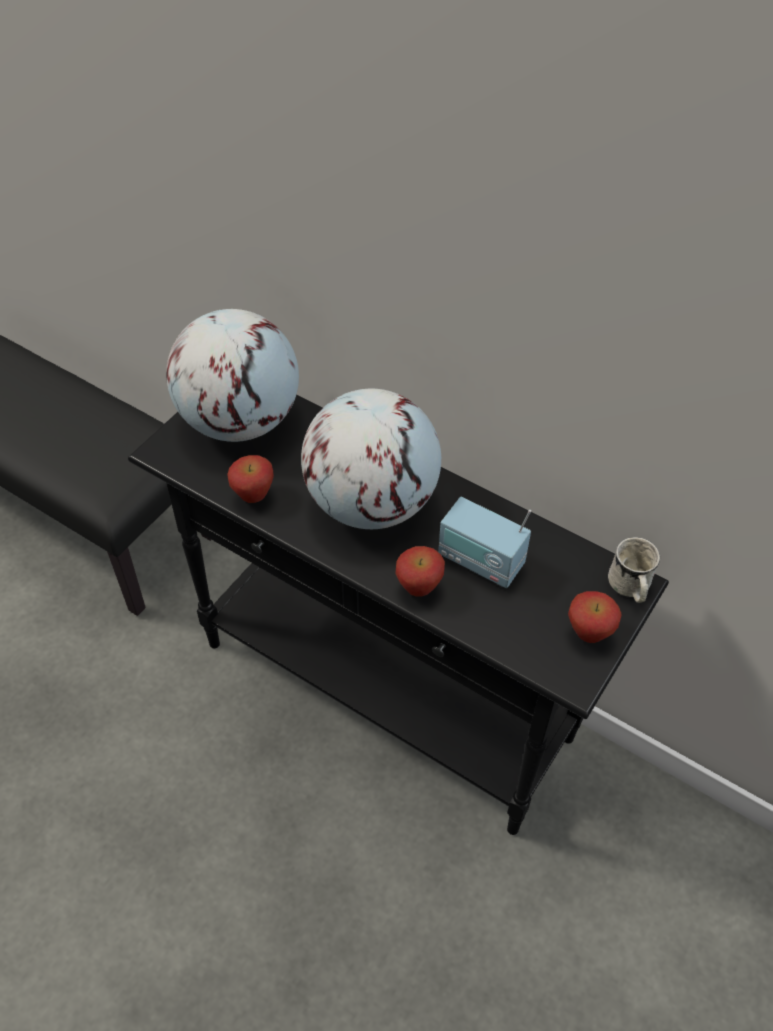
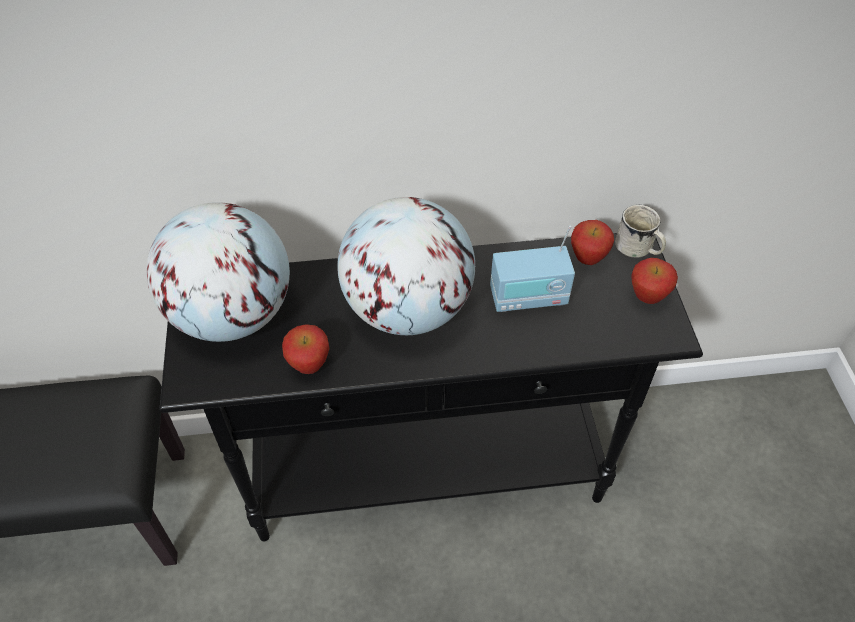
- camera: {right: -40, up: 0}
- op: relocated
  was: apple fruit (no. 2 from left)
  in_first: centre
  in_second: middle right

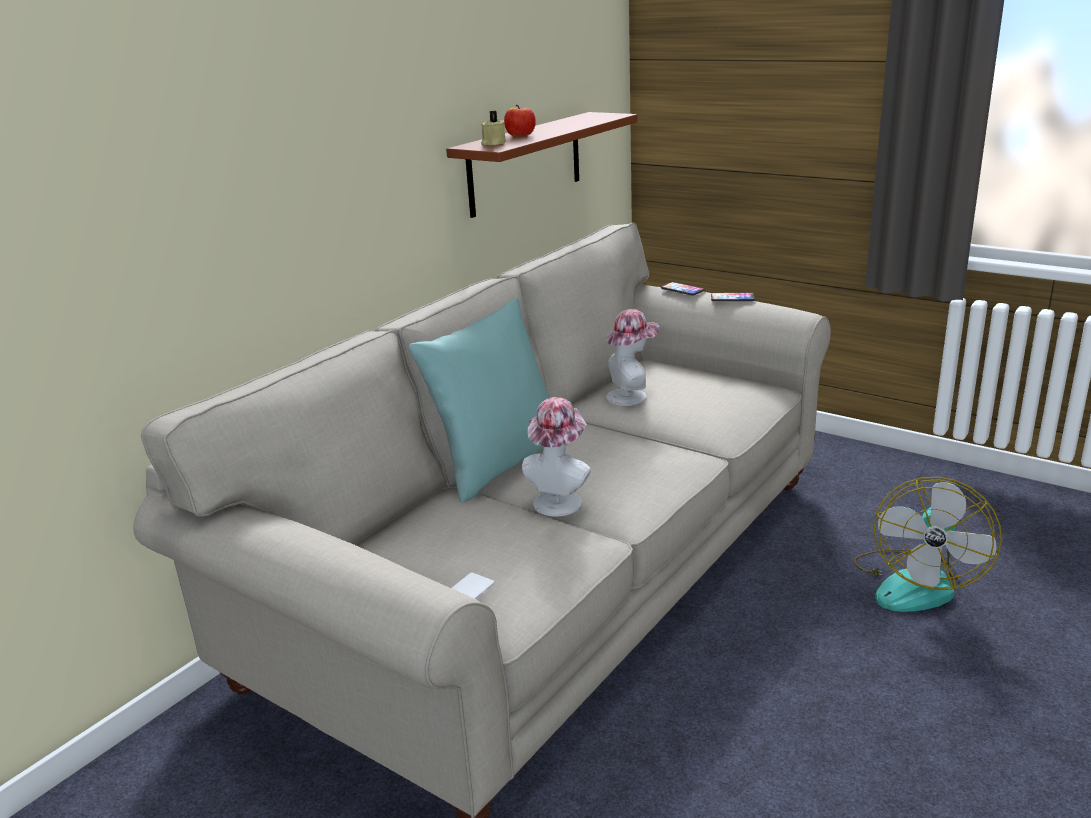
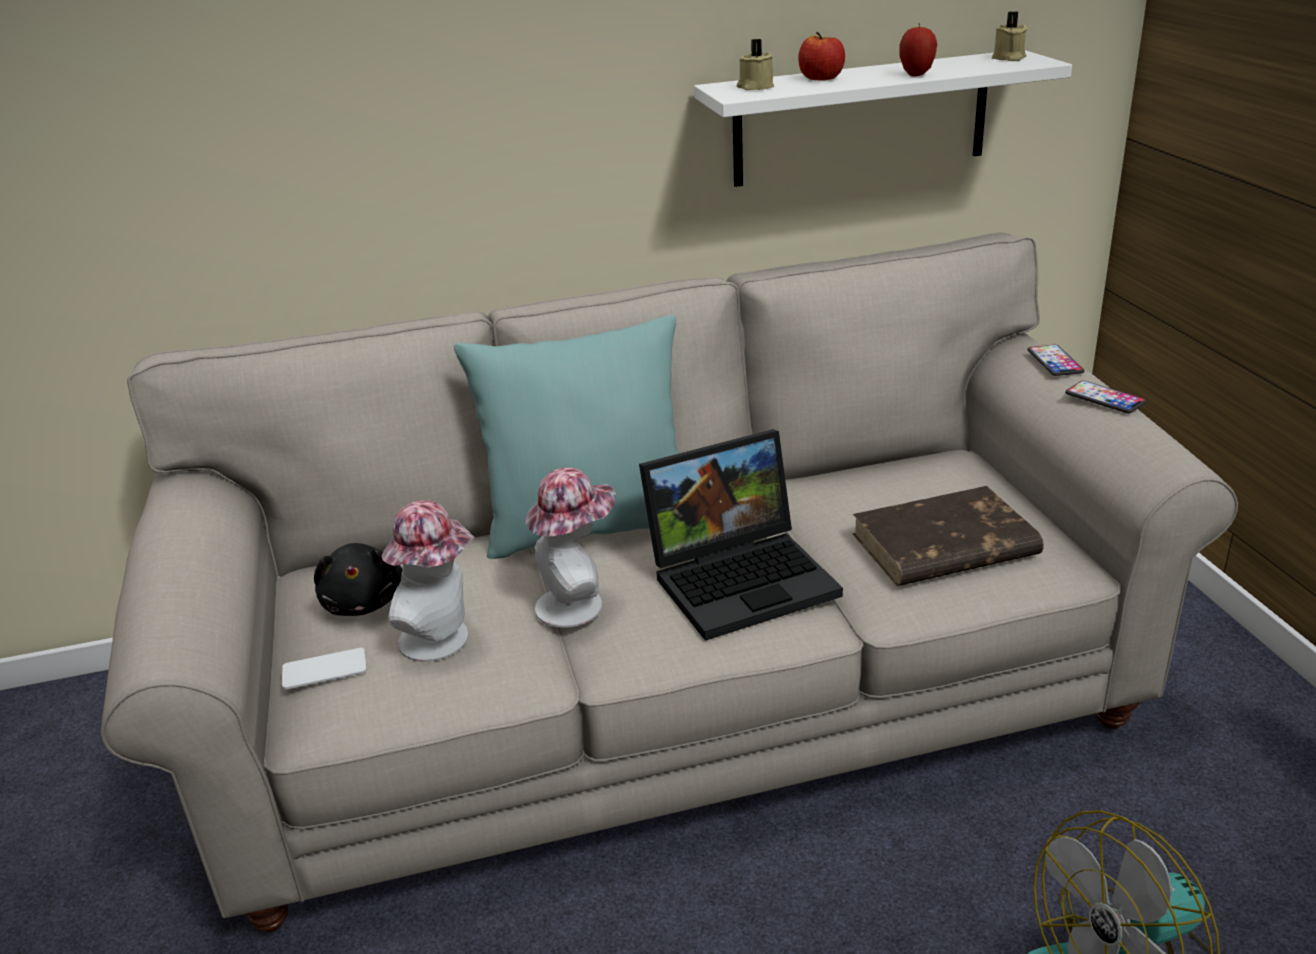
- camera: {right: 40, up: 5}
- op: colour
  was: brown-coloured wall shelf
  now: white-coloured wall shelf
  in_first: top centre
  in_second: top right
- op: relocated
  was: clothing hat (no. 2 from left in the first image)
  now: clothing hat (no. 1 from left)
  in_first: centre
  in_second: middle left
- op: appeared
  now: beige candle (no. 2 from left)
  in_second: top right
- op: appeared
  now: apple fruit (no. 2 from left)
  in_second: top right
- op: appeared
  now: notebook computer
  in_second: centre
- op: appeared
  now: brown-coloured book
  in_second: middle right
- op: appeared
  now: black-coloured plush toy
  in_second: middle left

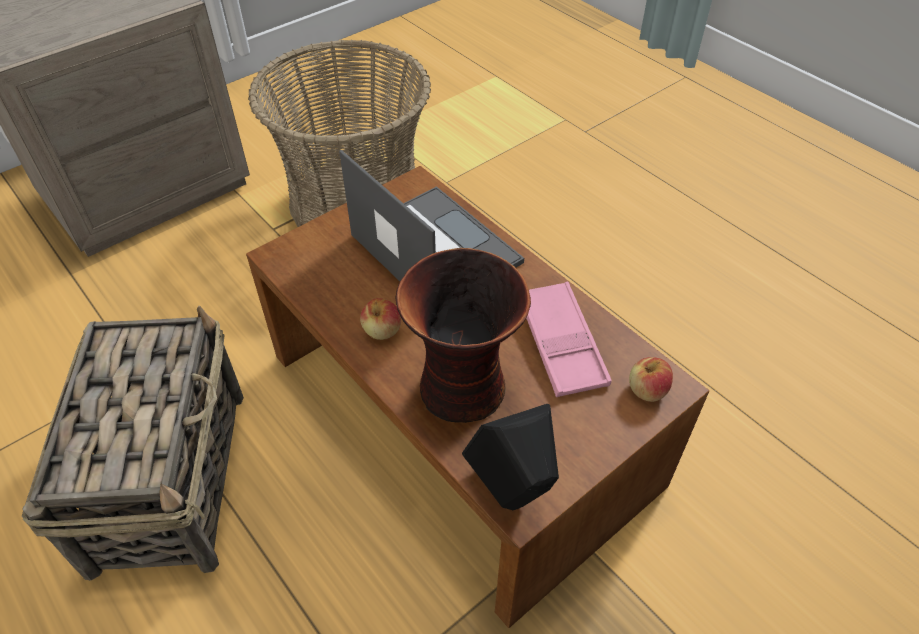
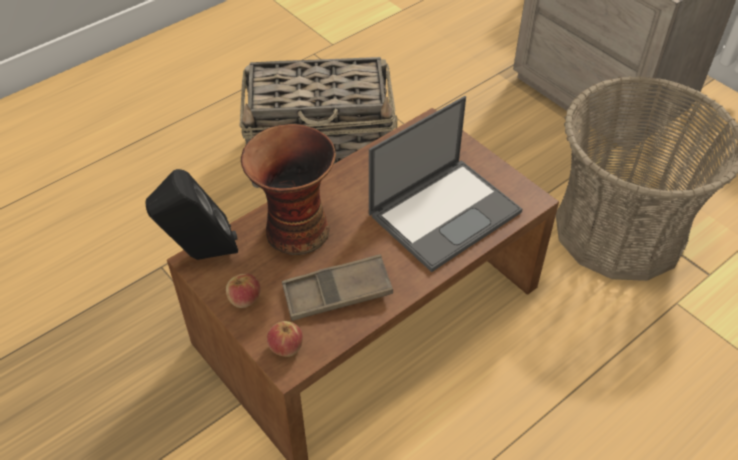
- camera: {right: 90, up: 0}
- op: colour
  was: pinkish carrying tray
  now: brown-coloured carrying tray
  in_first: centre
  in_second: centre
- op: relocated
  was: apple fruit (no. 1 from left)
  in_first: centre
  in_second: middle left

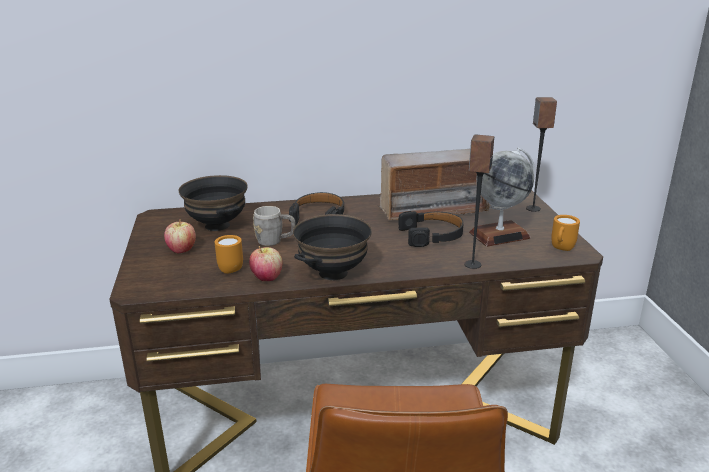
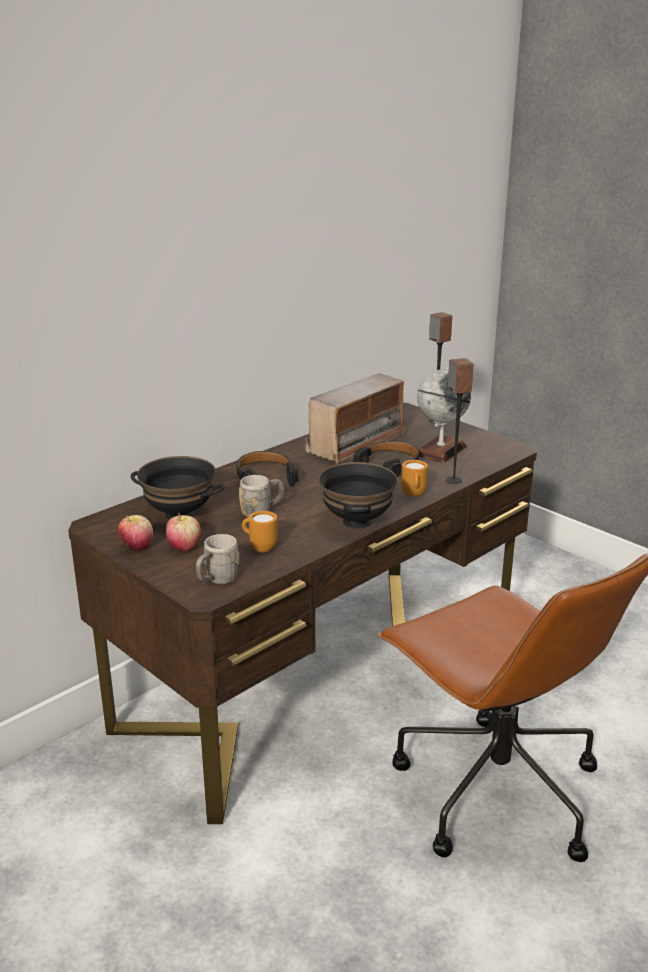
- camera: {right: -35, up: 0}
- op: relocated
  was: orange-coloured tea mug (no. 2 from left)
  in_first: middle right
  in_second: centre
- op: relocated
  was: apple fruit (no. 2 from left in the first image)
  now: apple fruit (no. 1 from left)
  in_first: centre
  in_second: middle left
- op: appeared
  now: gray tea mug (no. 1 from left)
  in_second: centre

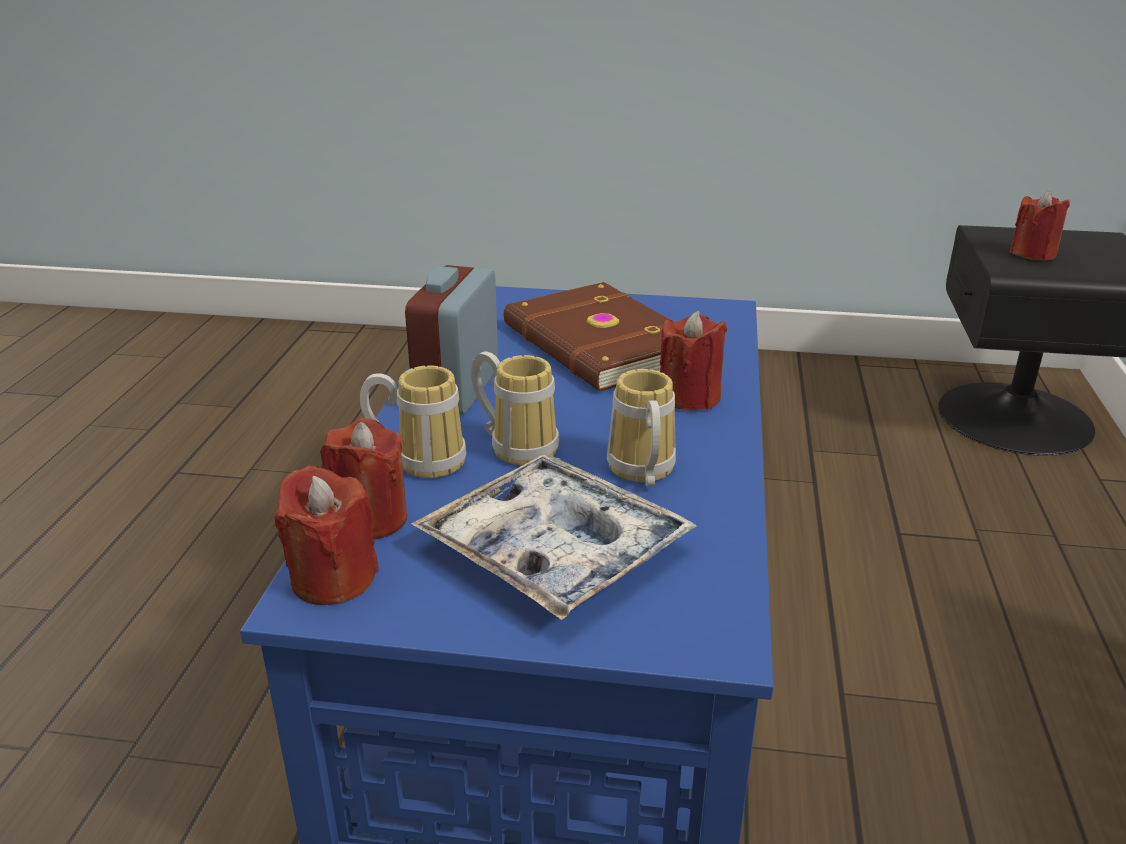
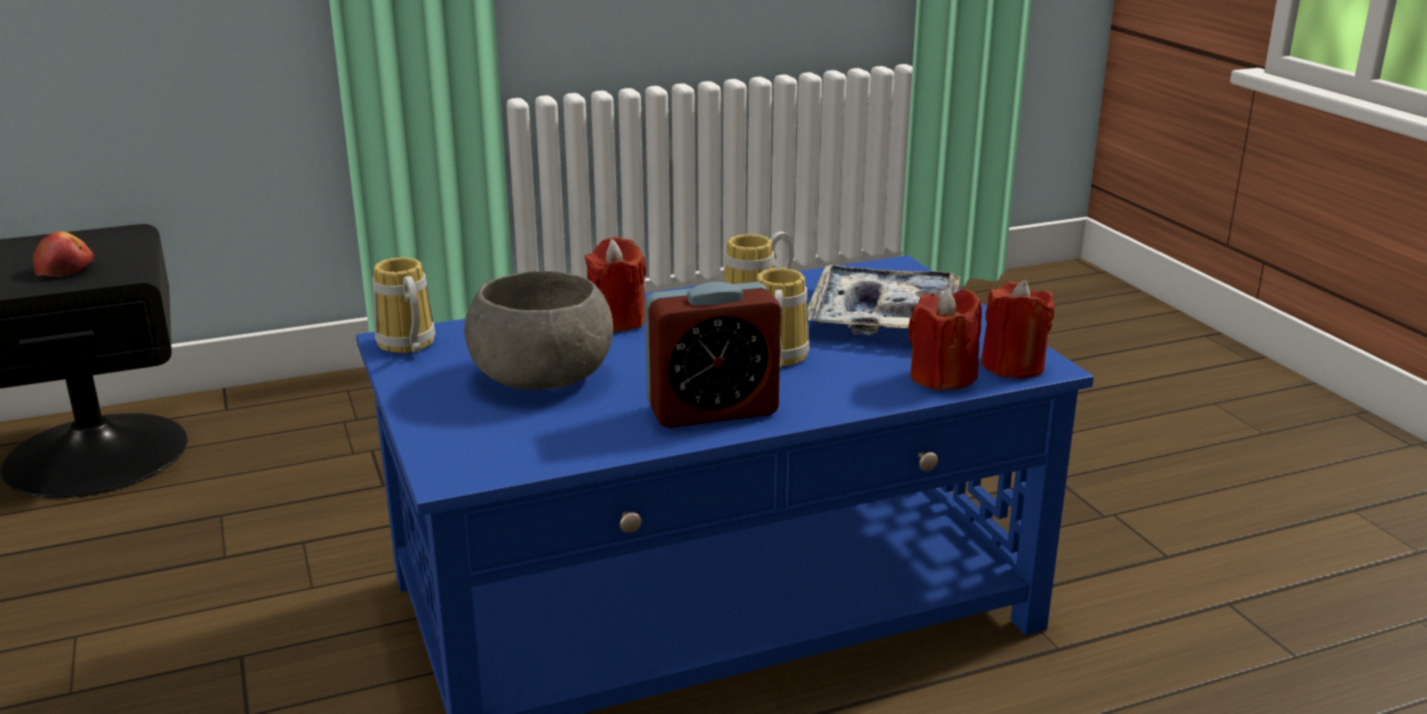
- camera: {right: -120, up: -5}
- op: exchanged
  was: red-coloured candle (no. 4 from left)
  now: apple fruit
  in_first: top right
  in_second: middle left
- op: exchanged
  was: brown-coloured book
  now: gray serving bowl
  in_first: centre
  in_second: centre
- op: relocated
  was: tea mug (no. 1 from left)
  in_first: centre
  in_second: middle left

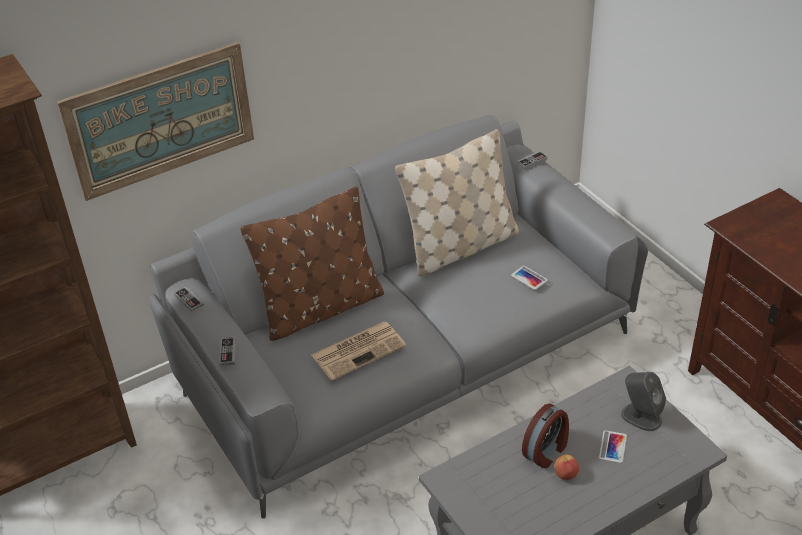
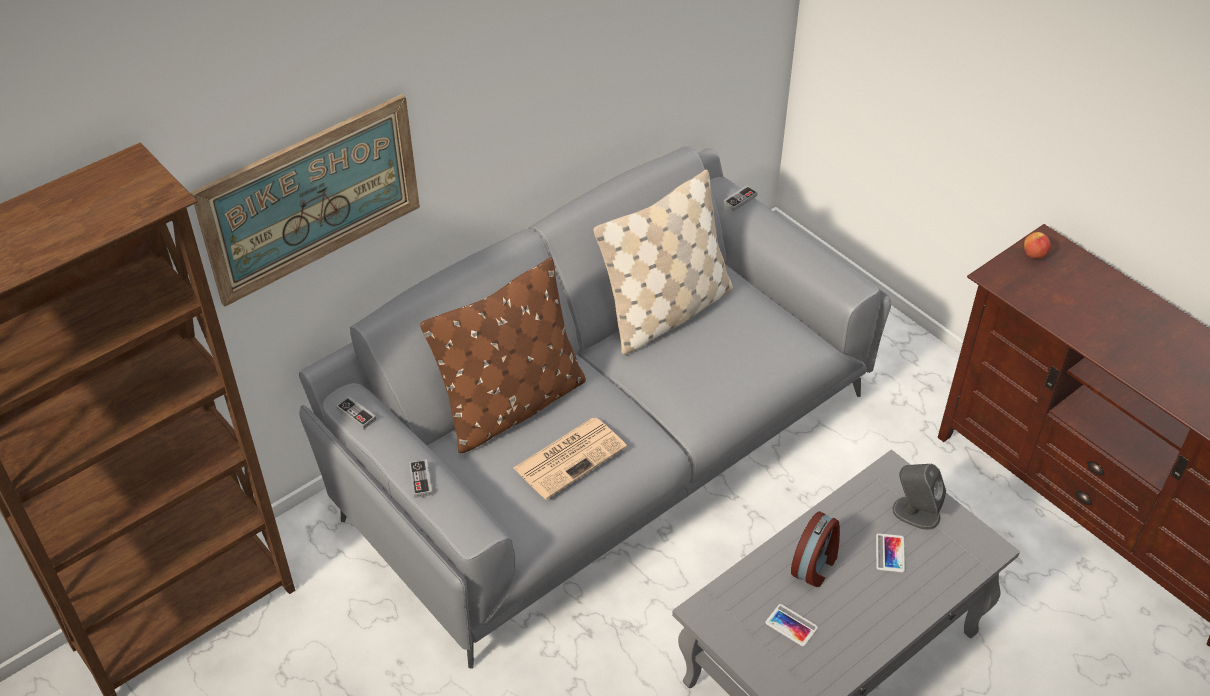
- camera: {right: -10, up: 5}
- op: relocated
  was: telephone (no. 1 from left)
  in_first: centre
  in_second: bottom centre
- op: relocated
  was: apple fruit
  in_first: bottom right
  in_second: middle right

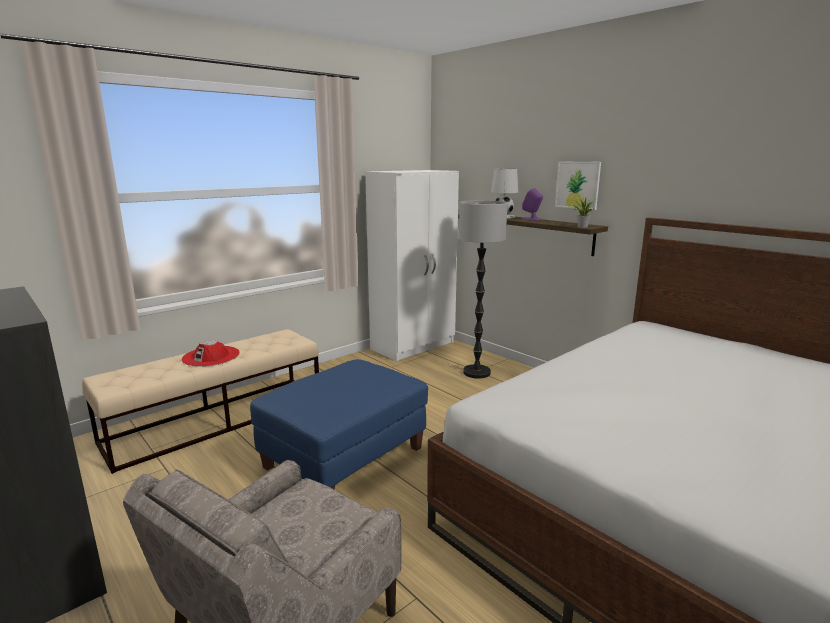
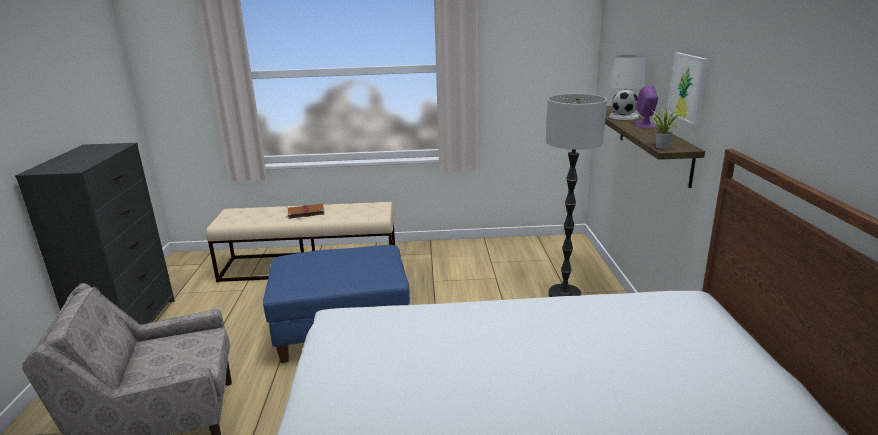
- camera: {right: 40, up: 5}
- op: missing
  was: white-coloured armoire
  in_first: centre
- op: exchanged
  was: red-coloured clothing hat
  now: brown-coloured book
  in_first: middle left
  in_second: centre

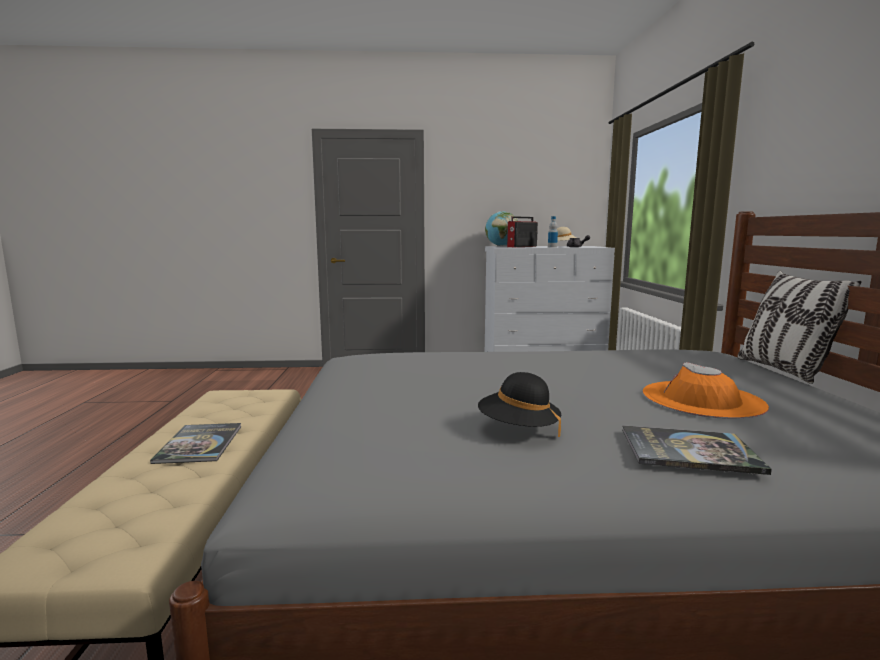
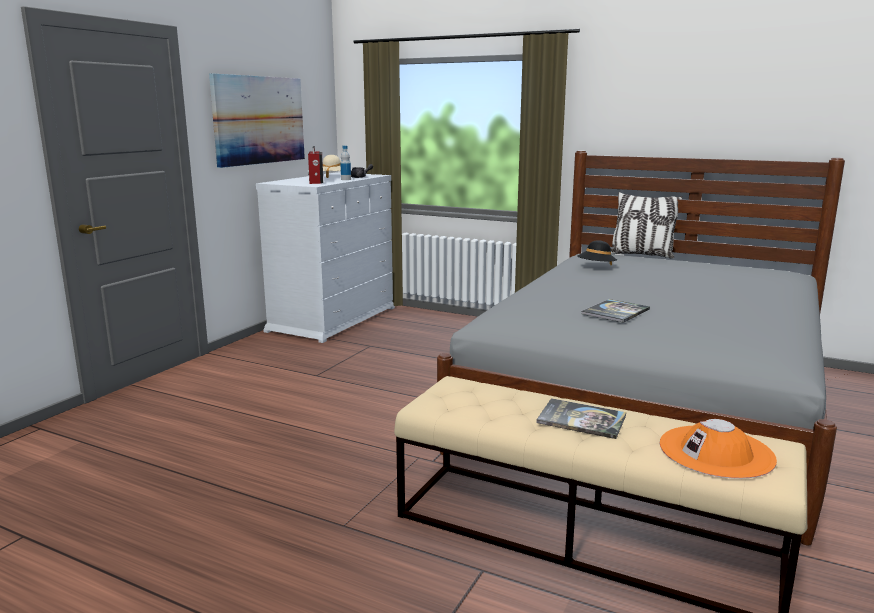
- camera: {right: -60, up: 5}
- op: missing
  was: world globe
  in_first: centre
- op: relocated
  was: orange-coloured clothing hat
  in_first: middle right
  in_second: bottom right
- op: relocated
  was: black-coloured clothing hat
  in_first: centre
  in_second: middle right
- op: relocated
  was: book (no. 2 from left)
  in_first: bottom right
  in_second: middle right
- op: appeared
  now: wall art
  in_second: top left

